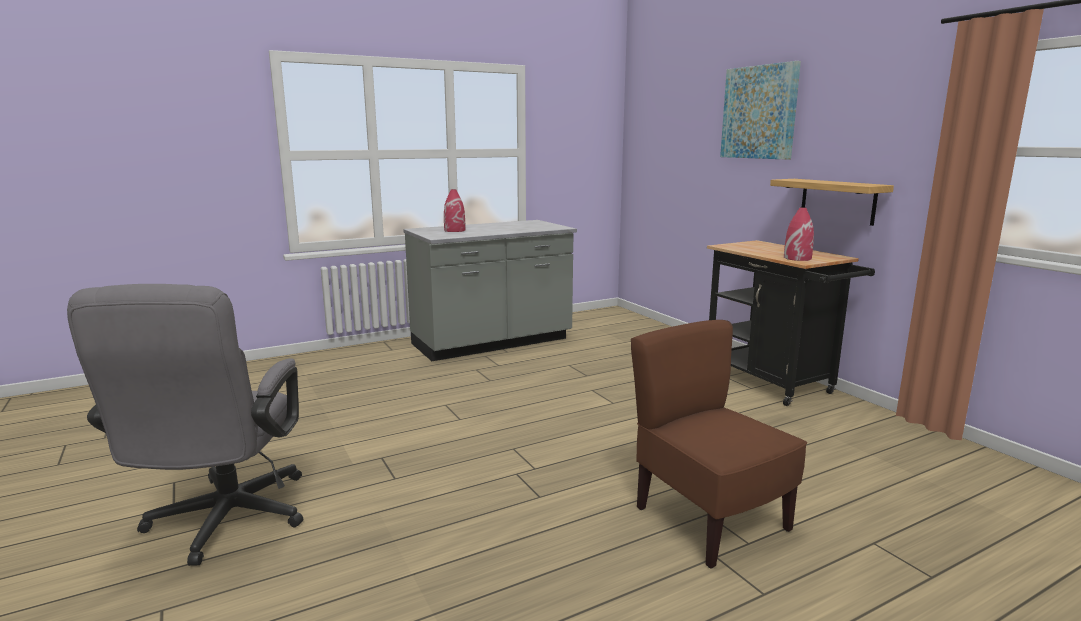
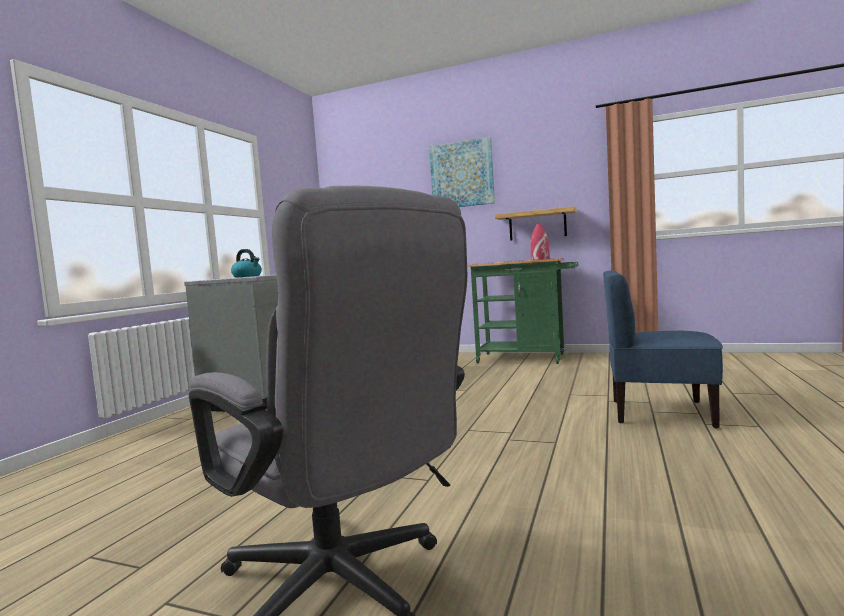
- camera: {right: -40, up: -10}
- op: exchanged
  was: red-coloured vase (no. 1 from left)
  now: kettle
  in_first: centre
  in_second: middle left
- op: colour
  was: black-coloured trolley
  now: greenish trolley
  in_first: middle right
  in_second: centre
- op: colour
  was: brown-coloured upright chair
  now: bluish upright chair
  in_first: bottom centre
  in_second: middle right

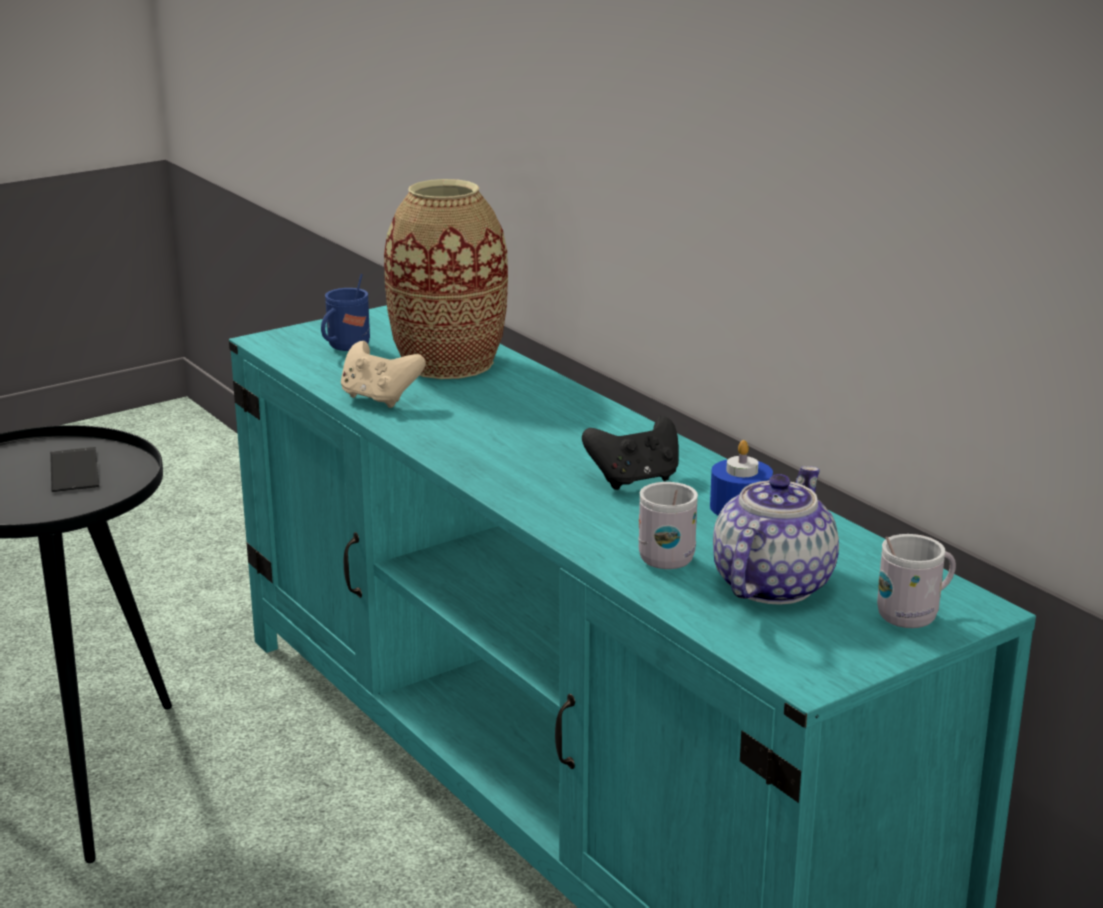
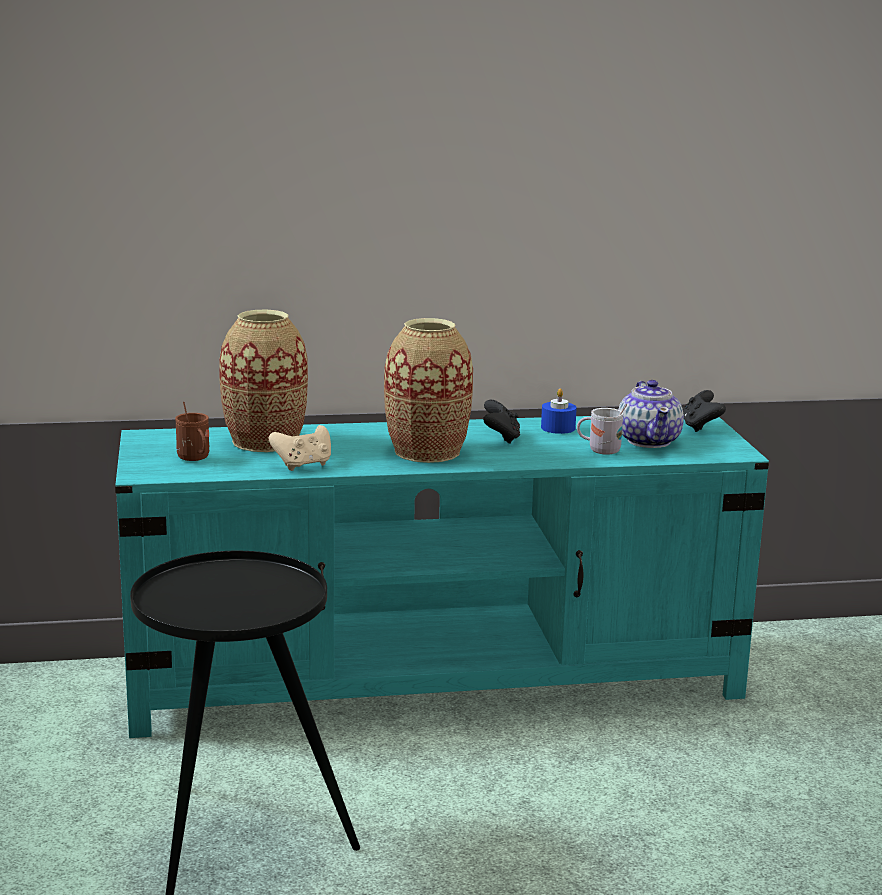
- camera: {right: -65, up: -5}
- op: colour
  was: bluish tea mug
  now: brown-coloured tea mug
  in_first: middle left
  in_second: middle left
- op: missing
  was: telephone
  in_first: middle left
- op: spun
  was: pot for tea
  in_first: middle right
  in_second: middle right
  clockwise: -150
- op: exchanged
  was: white-coloured tea mug (no. 2 from left)
  now: black-coloured gamepad (no. 2 from left)
  in_first: middle right
  in_second: middle right
- op: appeared
  now: vase (no. 2 from left)
  in_second: centre

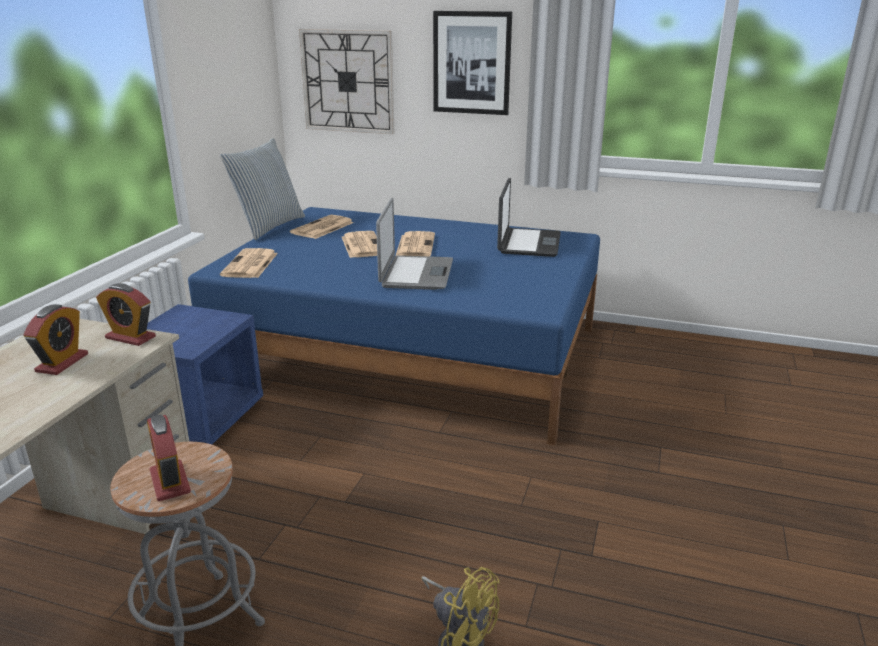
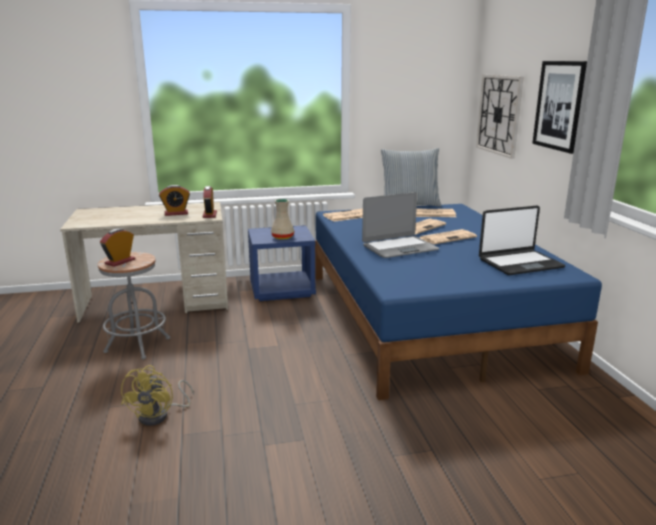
- camera: {right: 60, up: -5}
- op: appeared
  now: beige vase
  in_second: centre

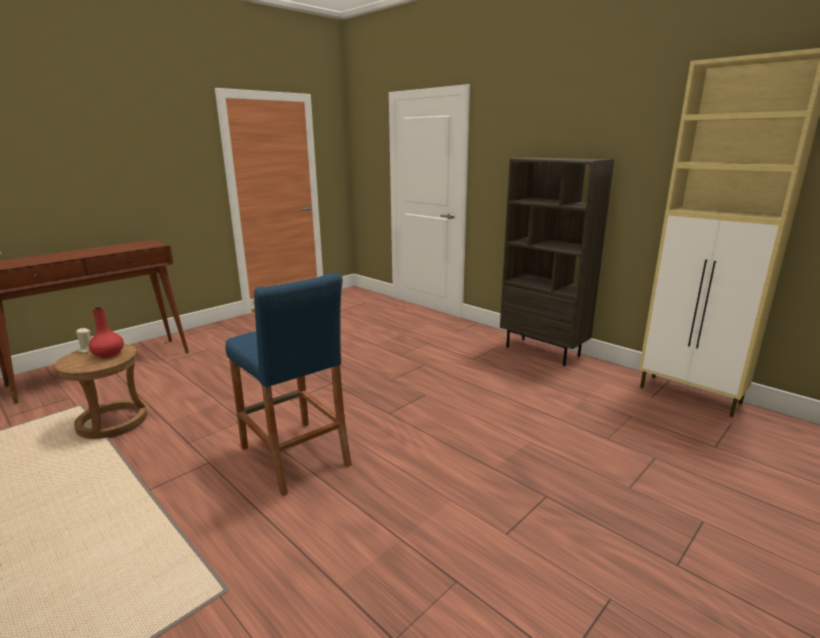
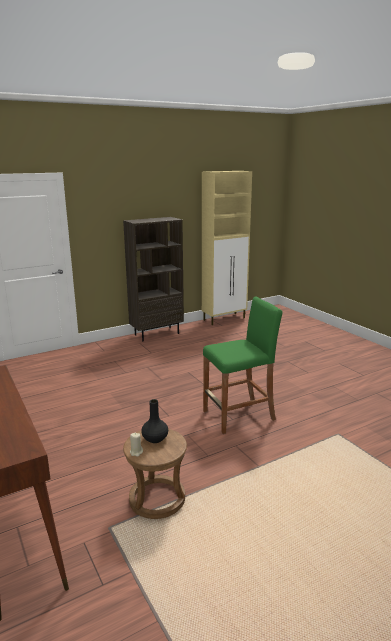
- camera: {right: -75, up: 0}
- op: colour
  was: bluish stool
  now: greenish stool
  in_first: centre
  in_second: centre
- op: colour
  was: red-coloured vase
  now: black-coloured vase
  in_first: middle left
  in_second: centre

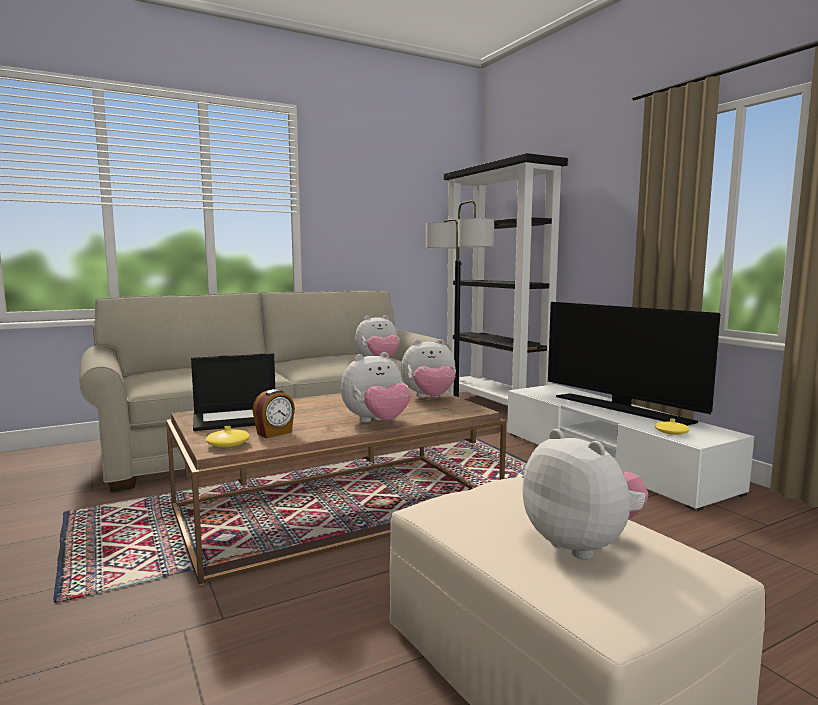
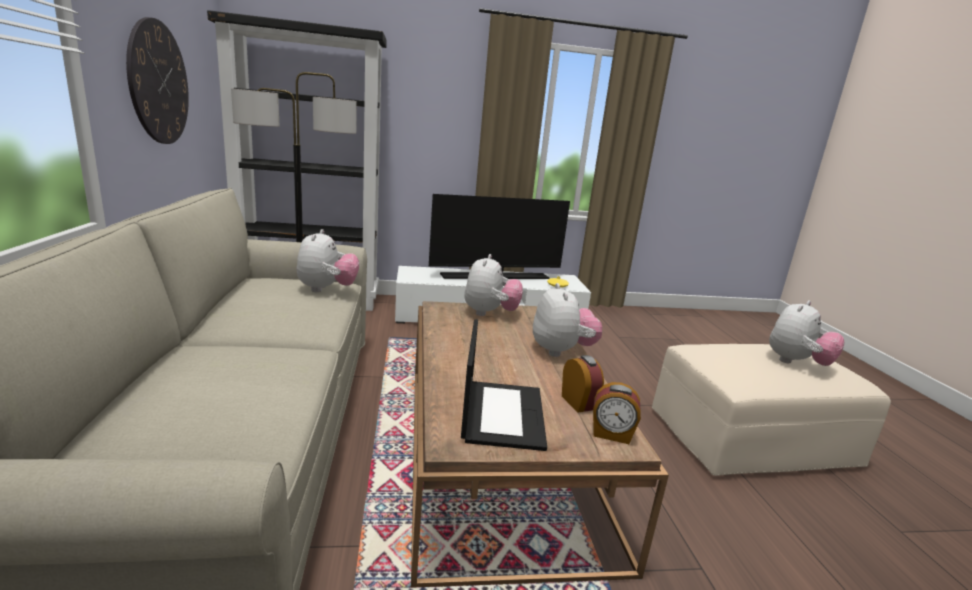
- camera: {right: -70, up: 10}
- op: exchanged
  was: yellow vase (no. 1 from left)
  now: table clock (no. 2 from left)
  in_first: middle left
  in_second: bottom centre
- op: spun
  was: plush toy (no. 4 from left)
  in_first: bottom right
  in_second: middle right
  clockwise: 150
- op: appeared
  now: clock on the wall
  in_second: top left

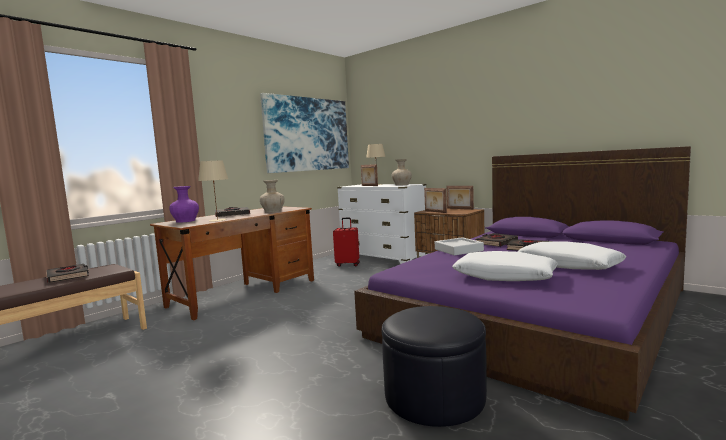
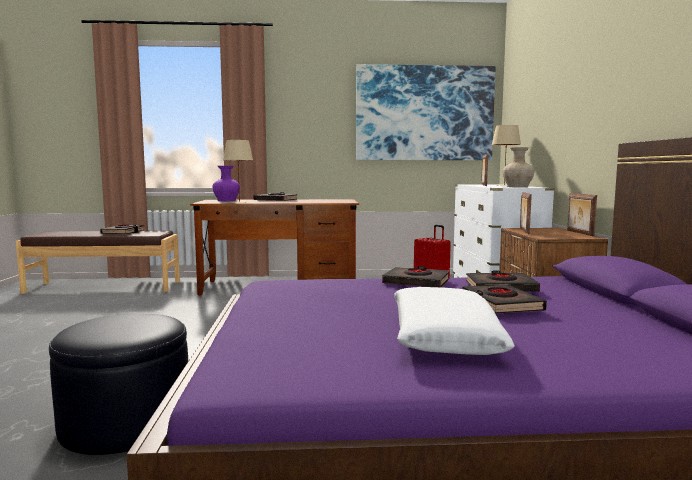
- camera: {right: 45, up: 0}
- op: missing
  was: beige vase (no. 1 from left)
  in_first: centre
- op: exchanged
  was: gray carrying tray
  now: black-coloured book (no. 3 from left)
  in_first: centre
  in_second: centre
- op: missing
  was: white-coloured cushion (no. 1 from left)
  in_first: middle right

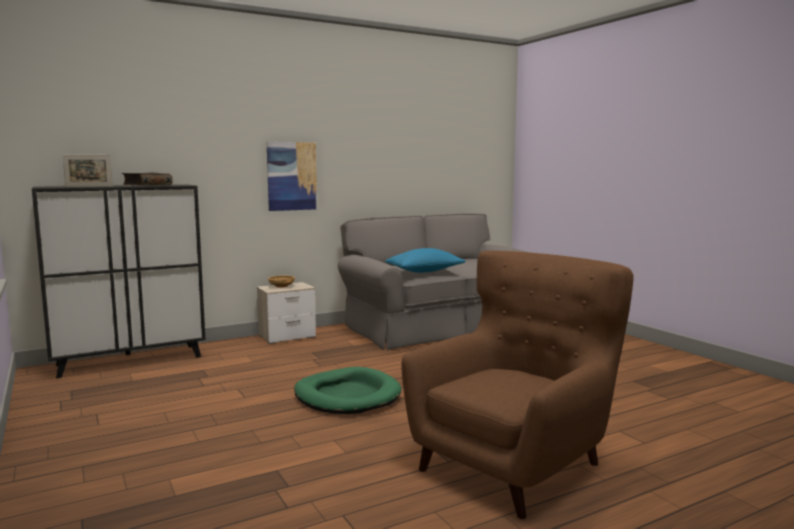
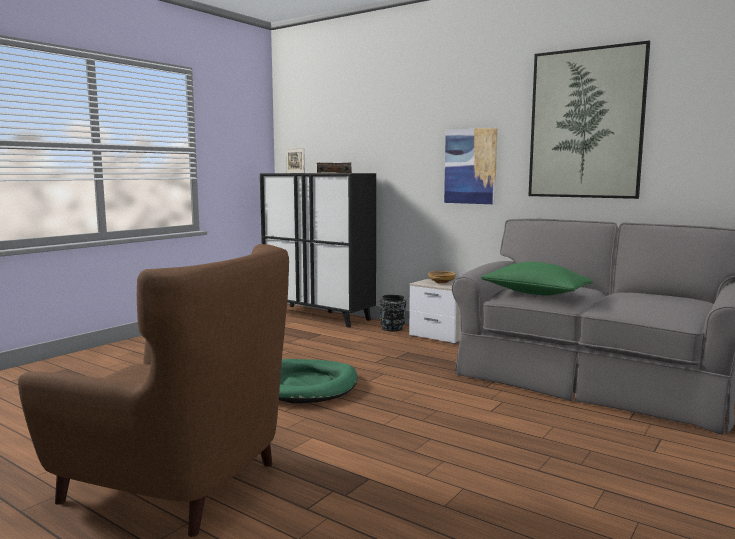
- camera: {right: 65, up: 0}
- op: colour
  was: bluish cushion
  now: greenish cushion
  in_first: centre
  in_second: middle right
- op: appeared
  now: wall art (no. 2 from left)
  in_second: top right
- op: appeared
  now: black-coloured vase
  in_second: centre

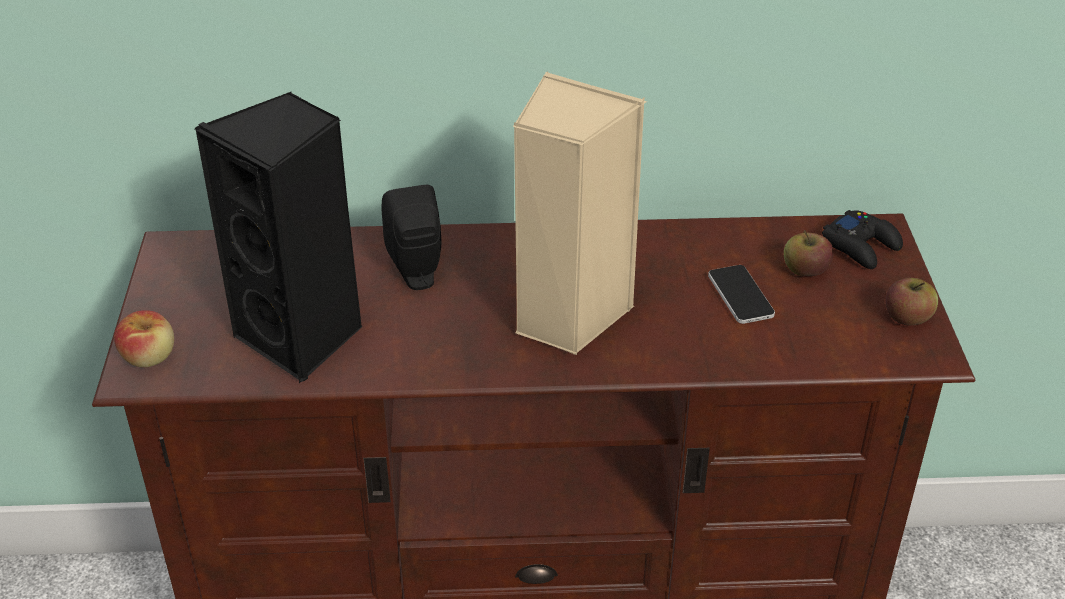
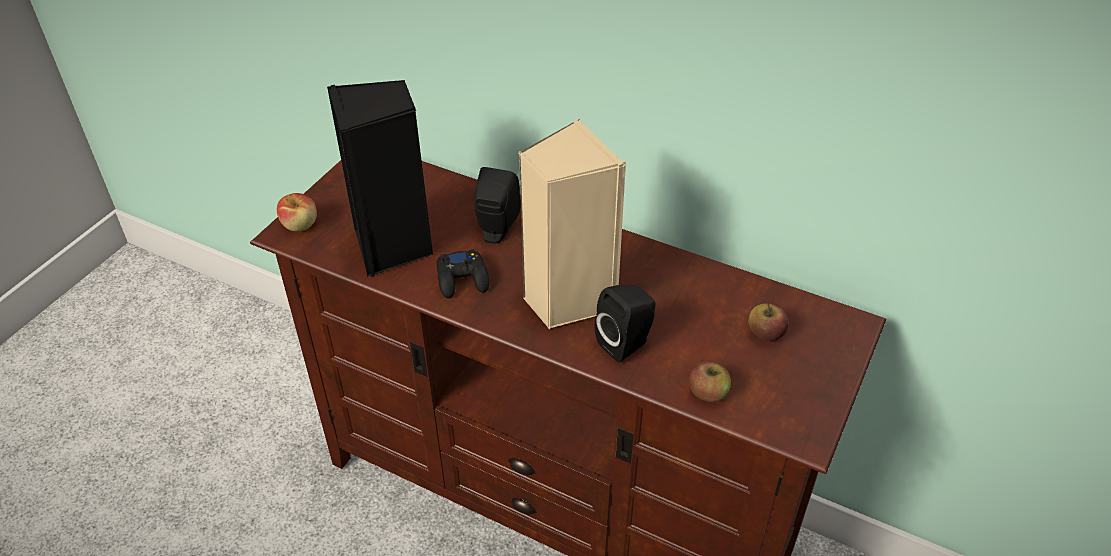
- camera: {right: 30, up: 5}
- op: relocated
  was: black-coloured gamepad
  in_first: middle right
  in_second: centre
- op: missing
  was: telephone
  in_first: middle right
- op: relocated
  was: apple fruit (no. 3 from left in the first image)
  now: apple fruit (no. 2 from left)
  in_first: middle right
  in_second: bottom centre
- op: appeared
  now: black-coloured audio speaker (no. 3 from left)
  in_second: centre

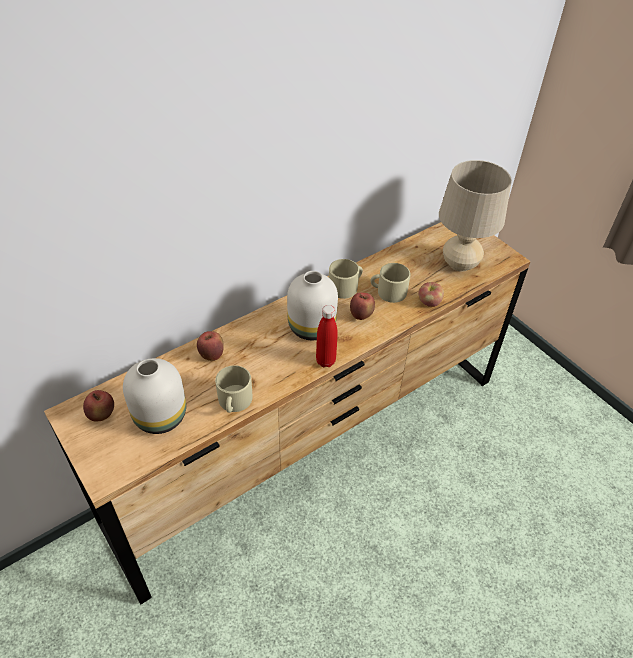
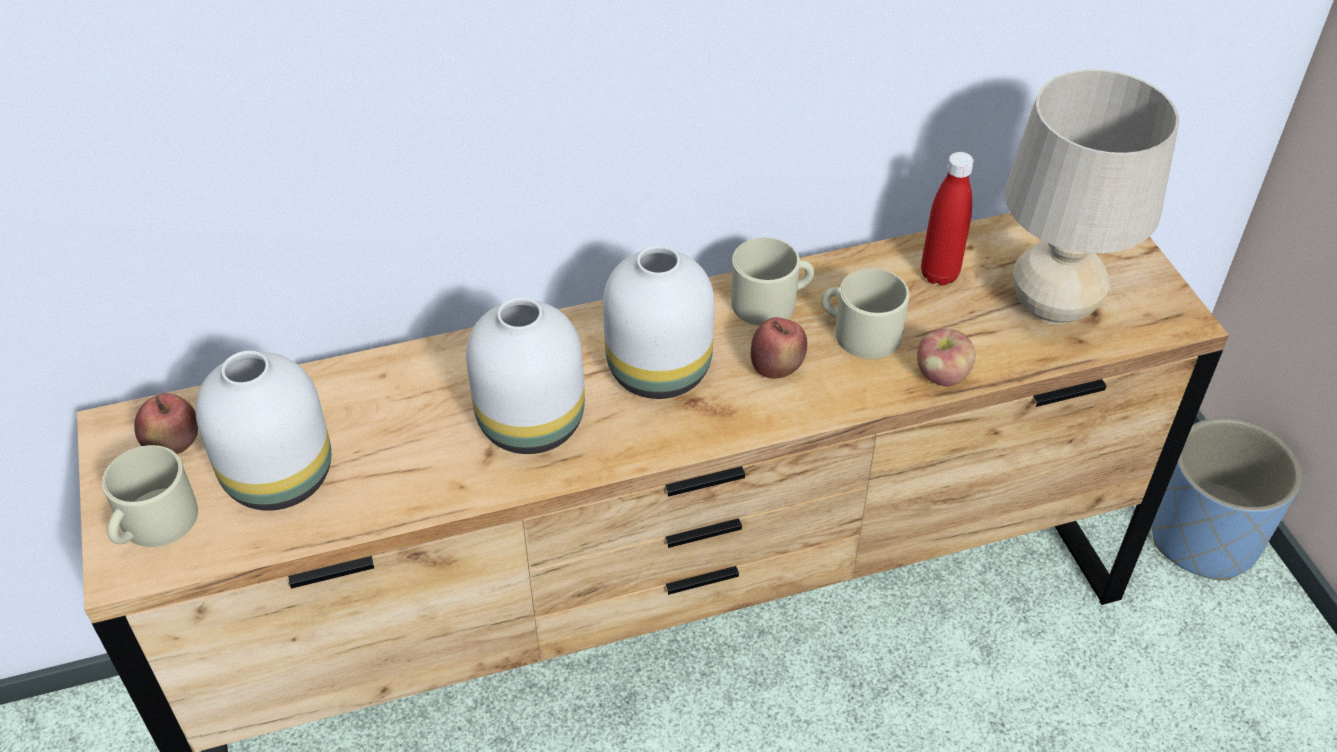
- camera: {right: 20, up: 0}
- op: relocated
  was: red-coloured beverage bottle
  in_first: centre
  in_second: top right
- op: missing
  was: apple fruit (no. 2 from left)
  in_first: middle left
- op: relocated
  was: beige tea mug (no. 1 from left)
  in_first: centre
  in_second: middle left
- op: appeared
  now: white-coloured vase (no. 2 from left)
  in_second: centre
- op: appeared
  now: bluish plant pot
  in_second: middle right

